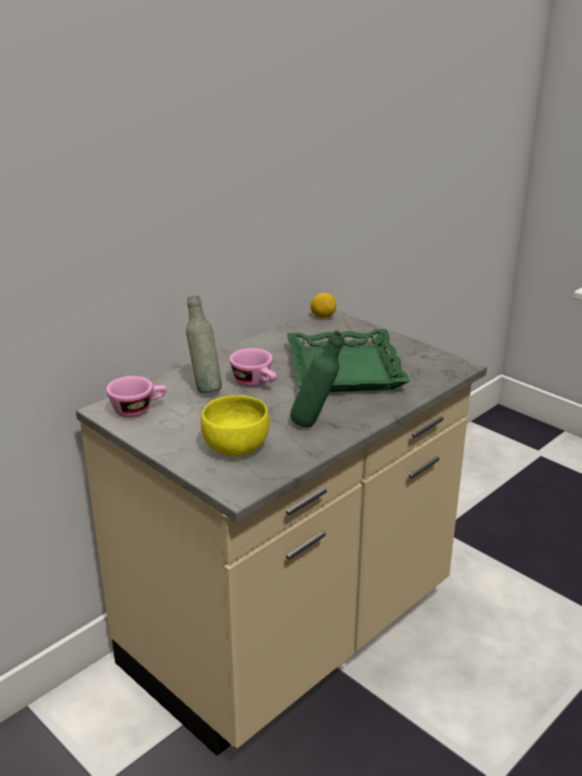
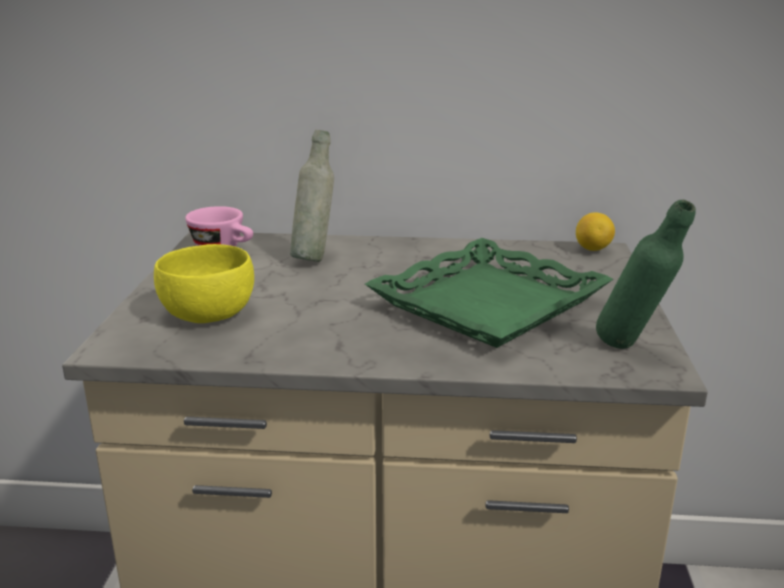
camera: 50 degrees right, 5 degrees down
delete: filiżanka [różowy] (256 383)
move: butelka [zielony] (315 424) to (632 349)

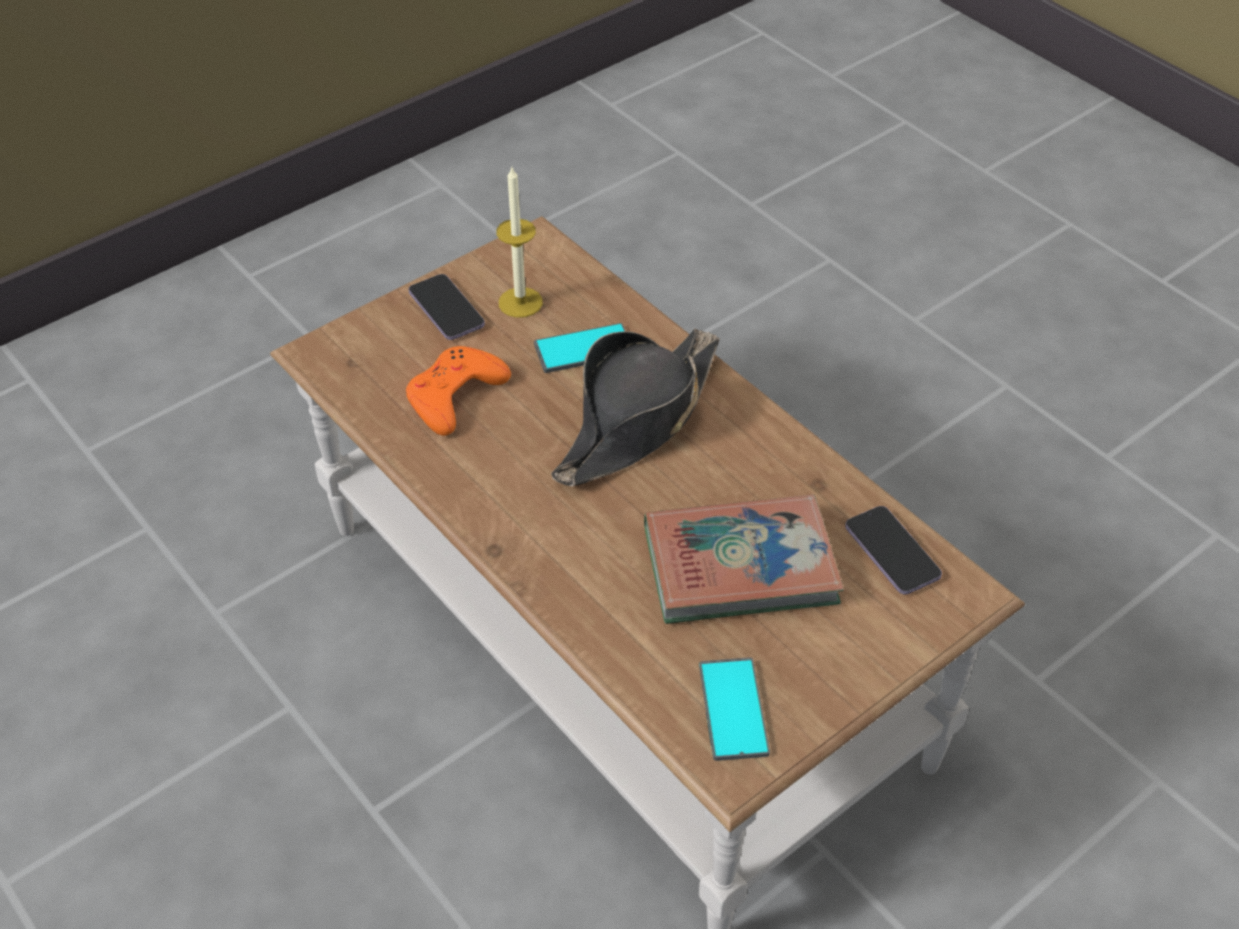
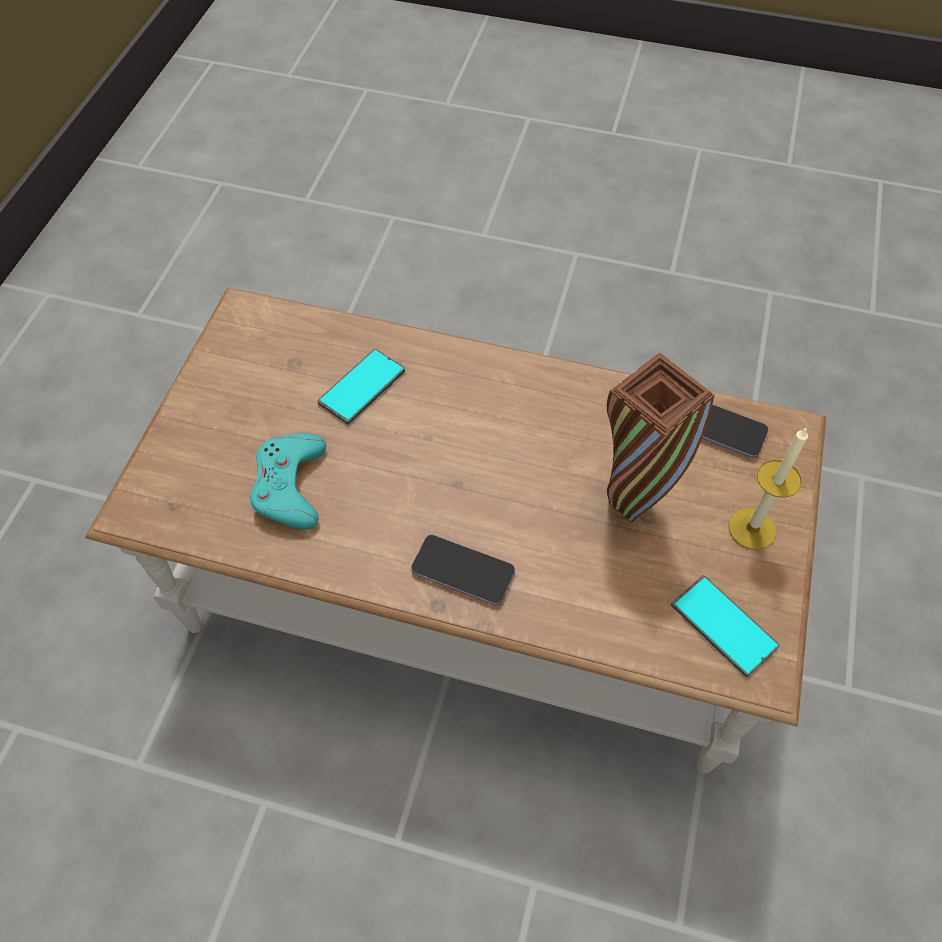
camera: 35 degrees left, 10 degrees up
delete: kapelusz [czarny] (637 419)
move: świeca (520 302) to (752 529); telefon (446 309) to (463 571)
replace: książka (740 566) to wazon [brązowy] (630 504)
recolor: pad do gier [pomarańczowy] (455 395) to pad do gier [turkusowy] (290 486)

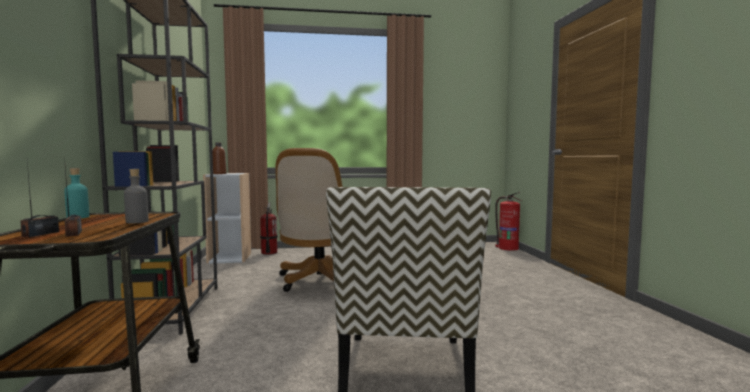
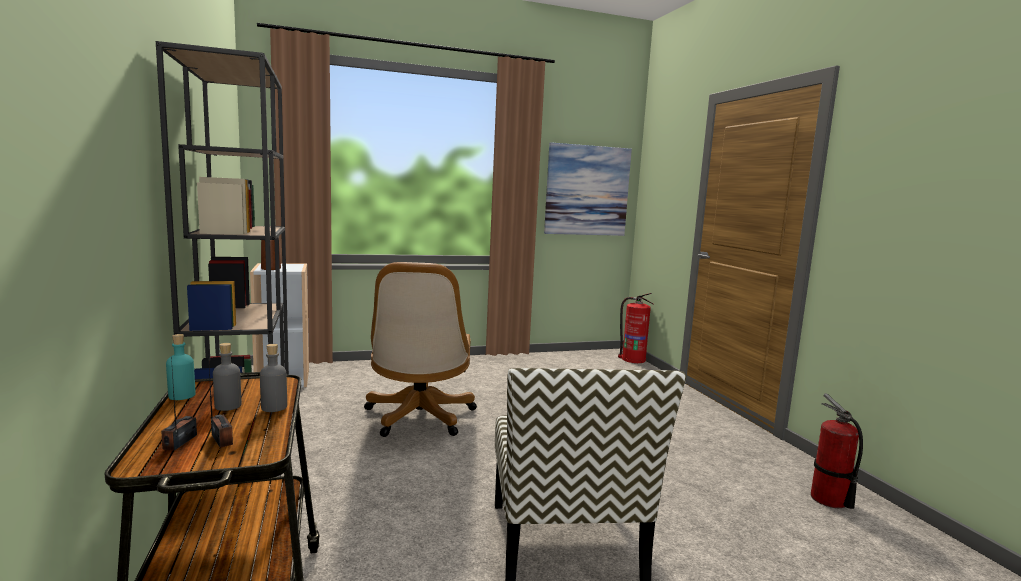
camera: 10 degrees left, 5 degrees up
insert: obraz (587 190); butelka [szary] (228 406)
move: gaśnica (269 253) to (828 500)

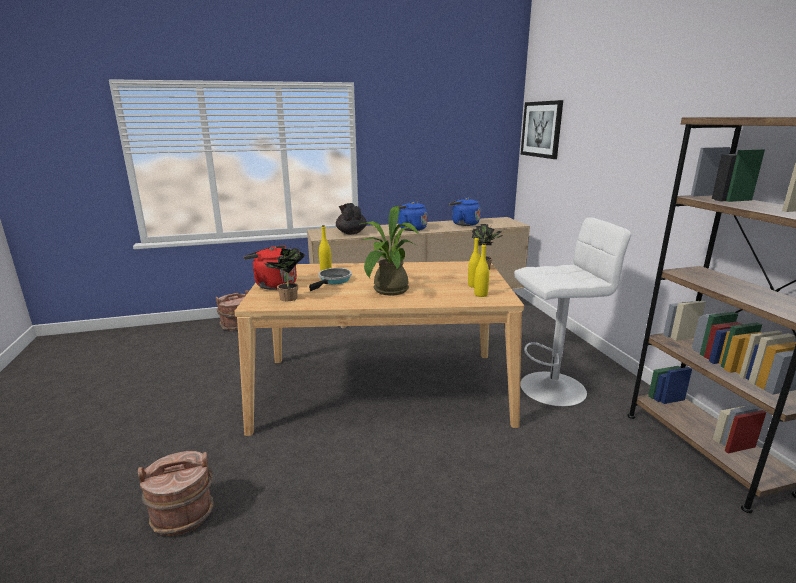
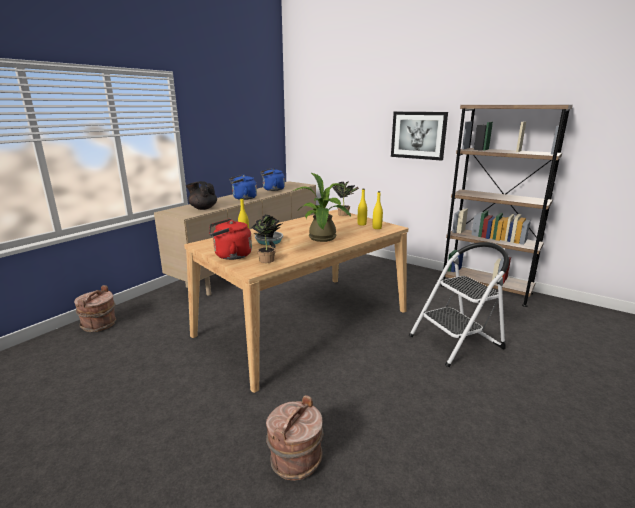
camera: 40 degrees left, 0 degrees up
delete: stołek [biały] (553 389)
insert: drabinka (458 342)
move: obraz (541 129) to (418 135)

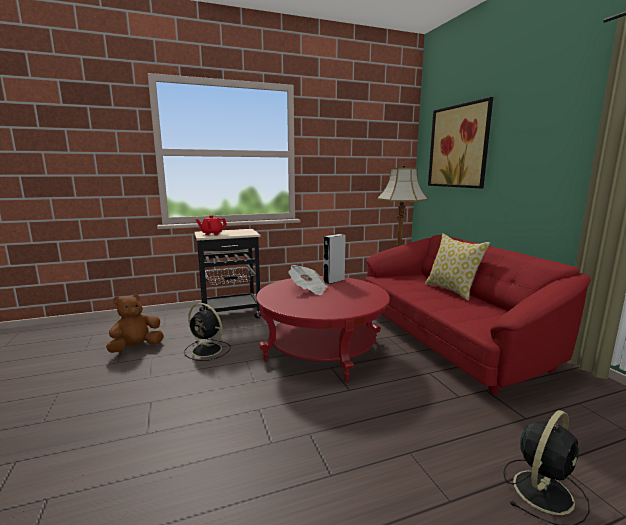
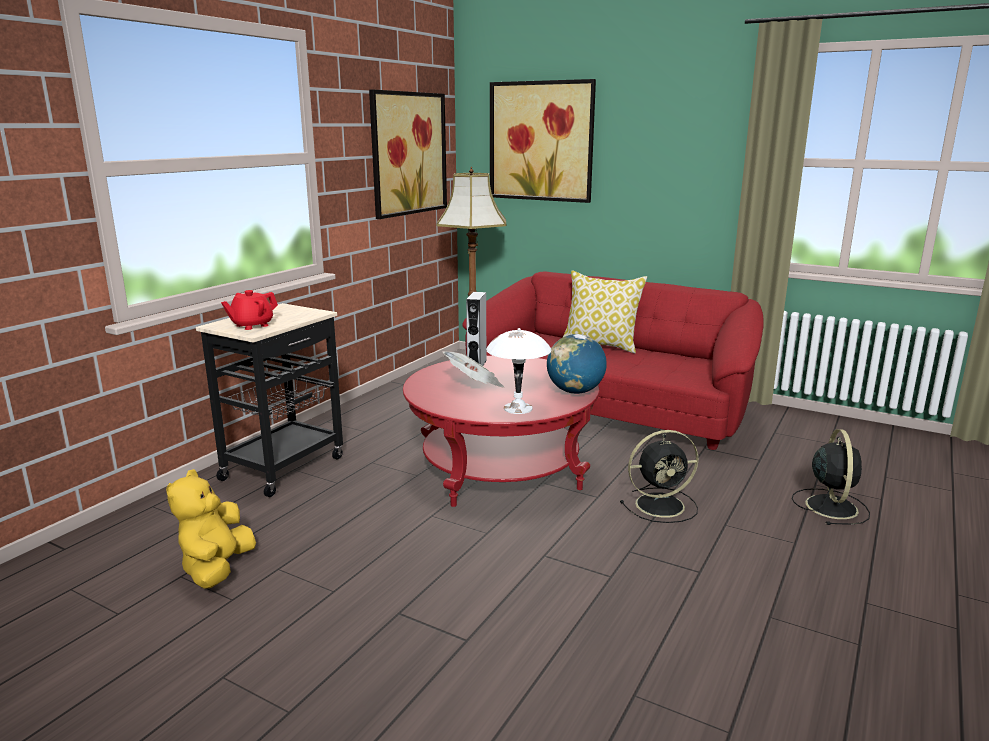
camera: 40 degrees left, 5 degrees up
insert: obraz (408 153); lampa stołowa [biały] (517 408); globus (575 392)
move: wentylator [czarny] (208 350) to (662 505)
recolor: pluszak [brązowy] (136 347) to pluszak [żółty] (217 569)

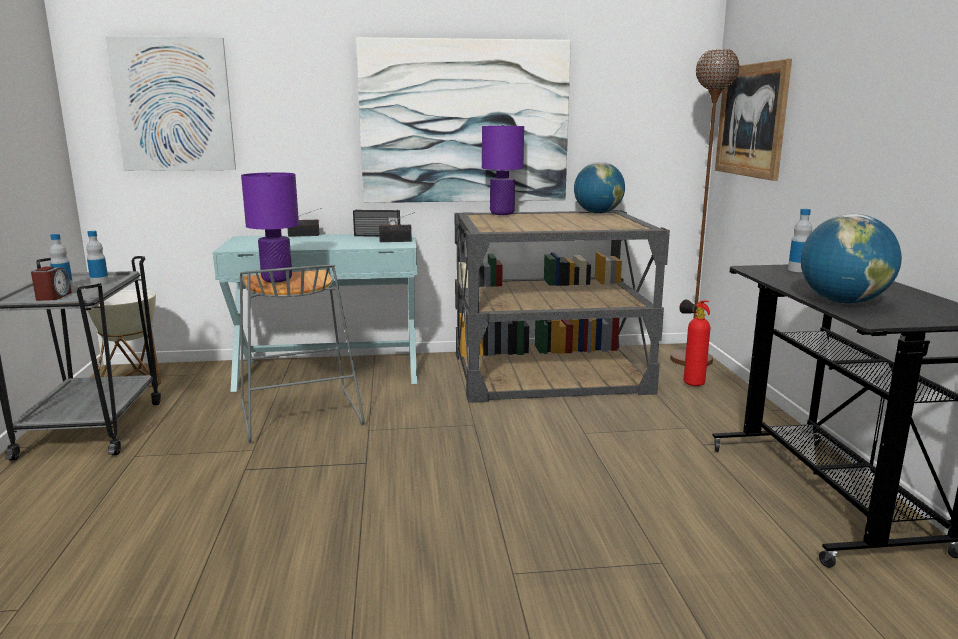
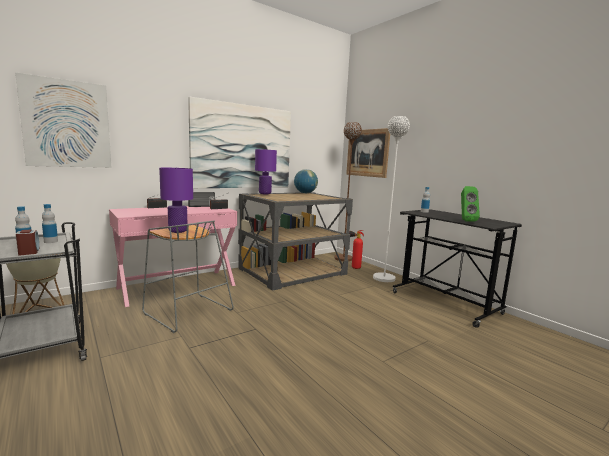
camera: 30 degrees left, 5 degrees down
insert: lampa stojąca [biały] (384 278)
replace: globus (843 302) to głośnik [zielony] (465 221)
recolor: biurko [turkusowy] (329 371) to biurko [różowy] (177 286)

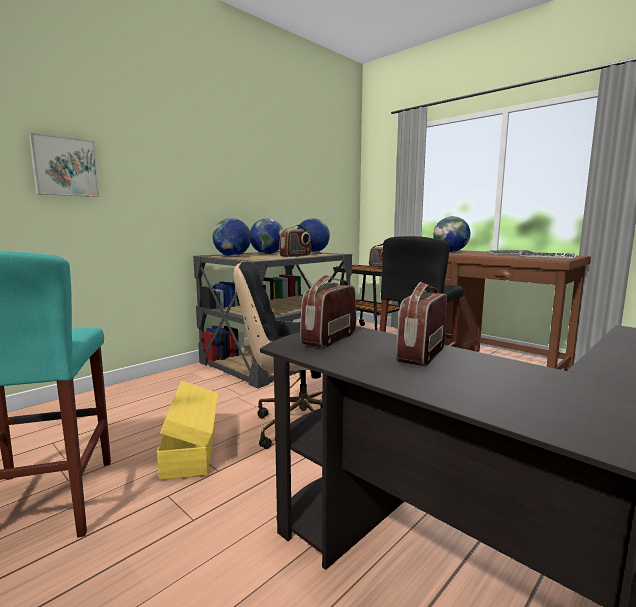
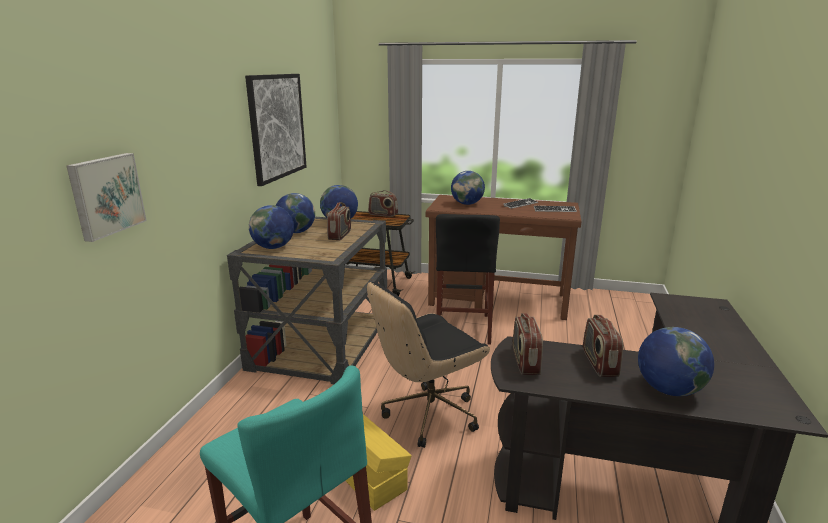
camera: 30 degrees left, 10 degrees up
insert: obraz (277 126); globus (668 389)

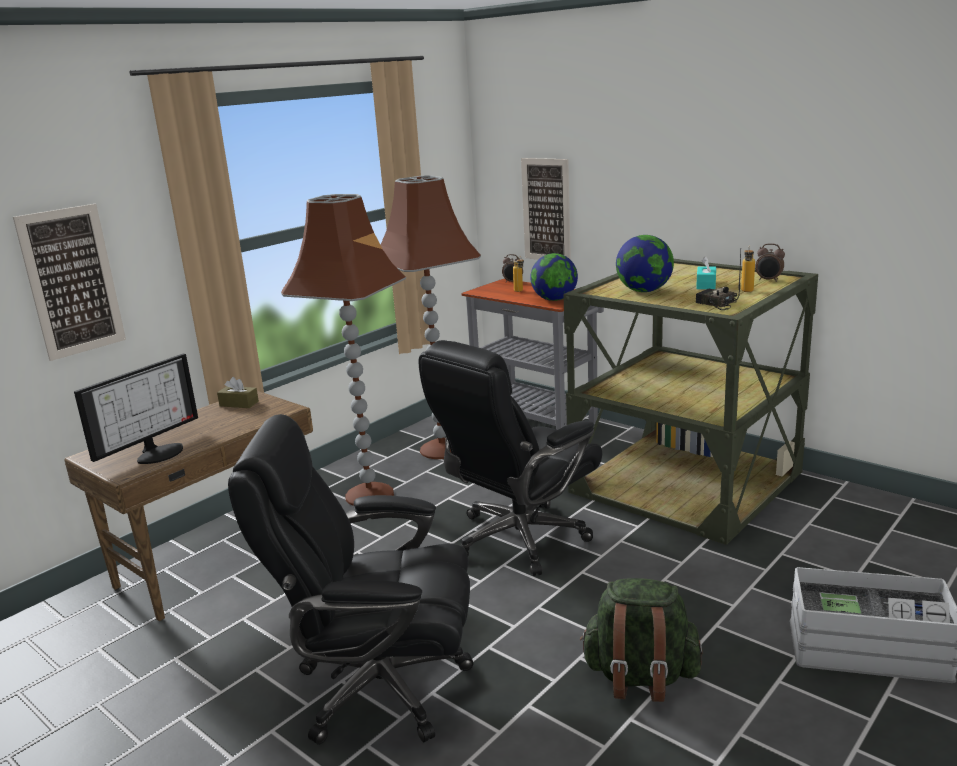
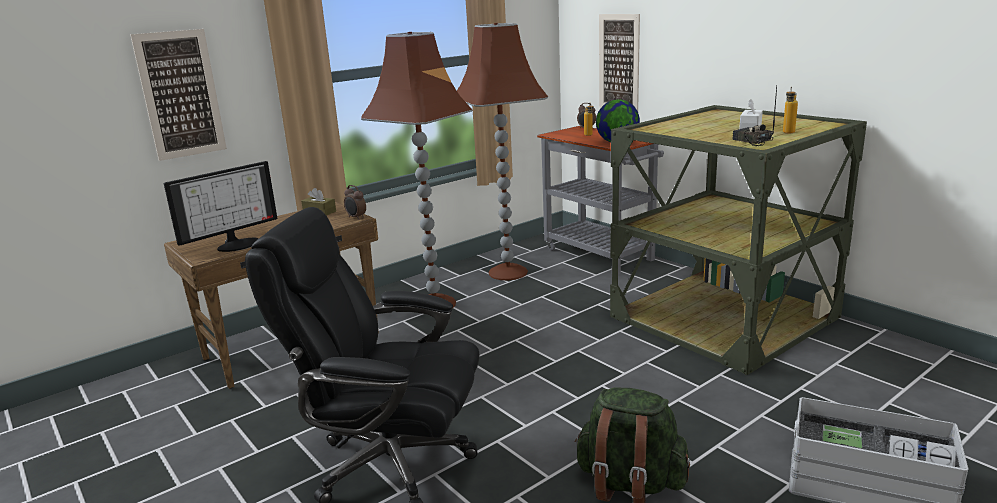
camera: 10 degrees right, 0 degrees up
delete: globus (644 291); krzesło biurowe [czarny] (519 538)
move: budzik (768 280) to (356 218)
recolor: pudełko chusteczek [turkusowy] (706 285) to pudełko chusteczek [biały] (750 127)

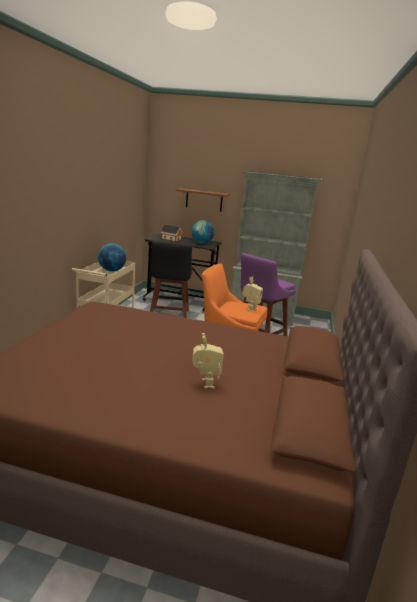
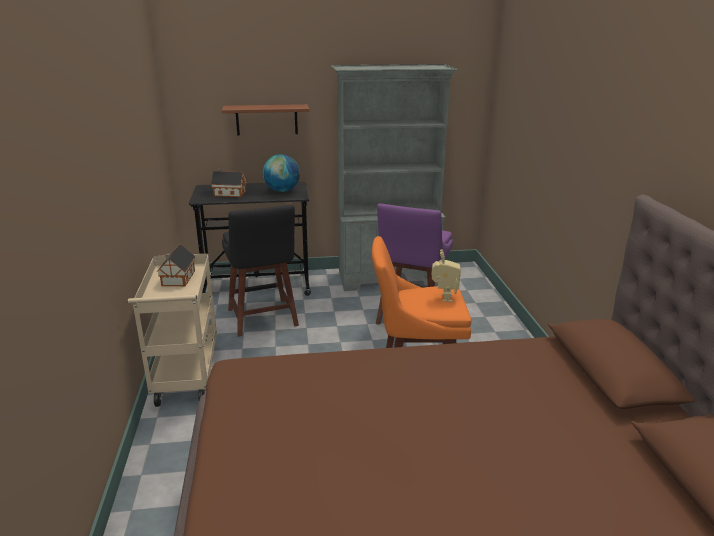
camera: 20 degrees left, 5 degrees up
delete: robot zabawkowy (204 383)
replace: globus (111 270) to domek (177 279)

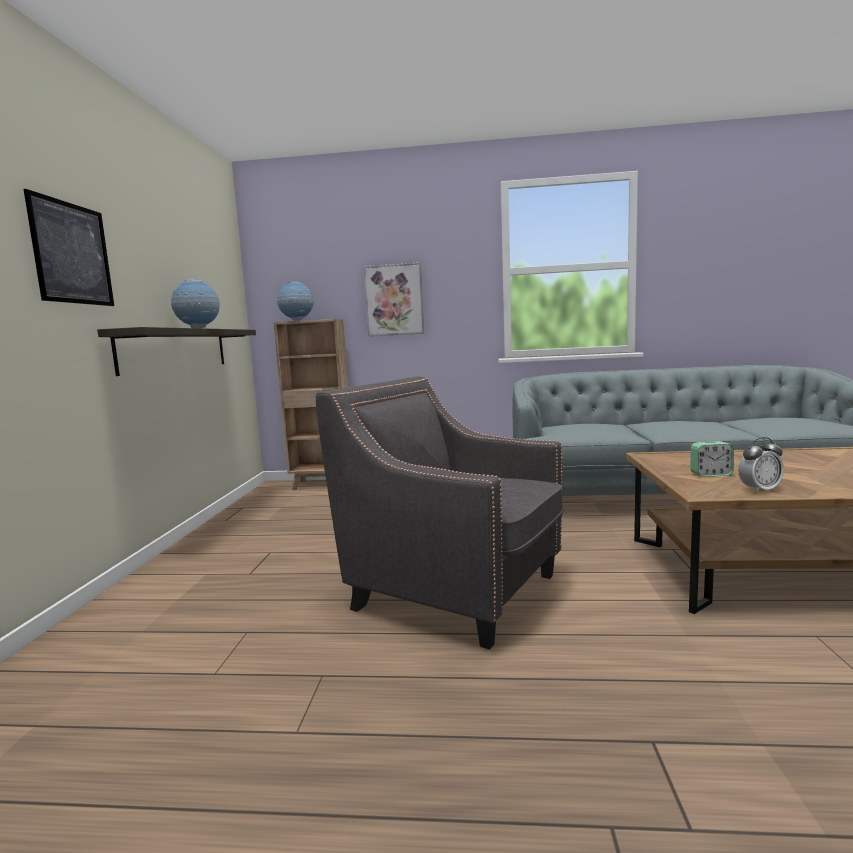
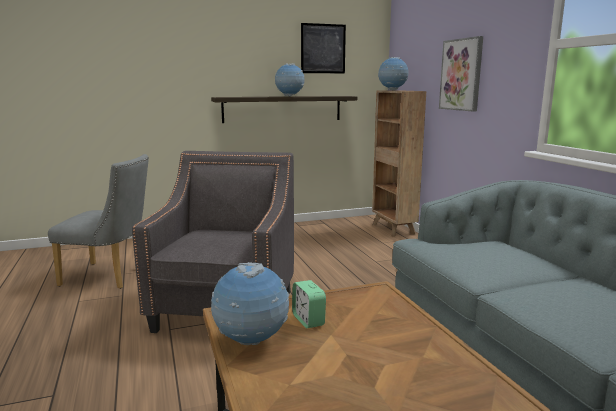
camera: 65 degrees right, 5 degrees up
insert: krzesło [szary] (111 276)
move: obraz (72 253) to (323 48)
replace: budzik (759 490) to globus (251 342)

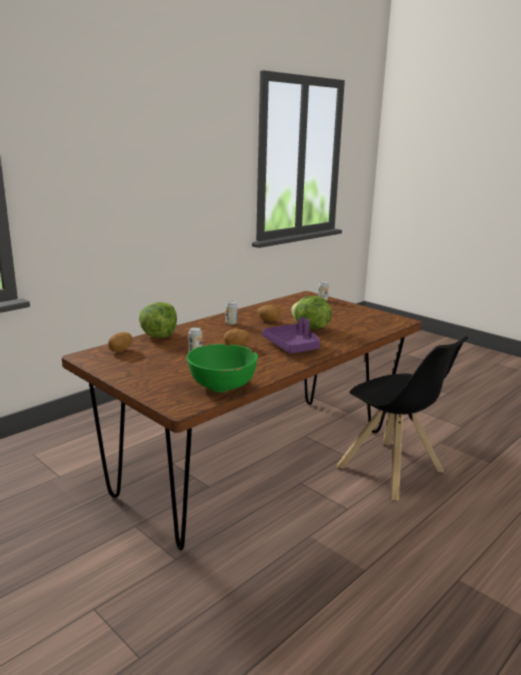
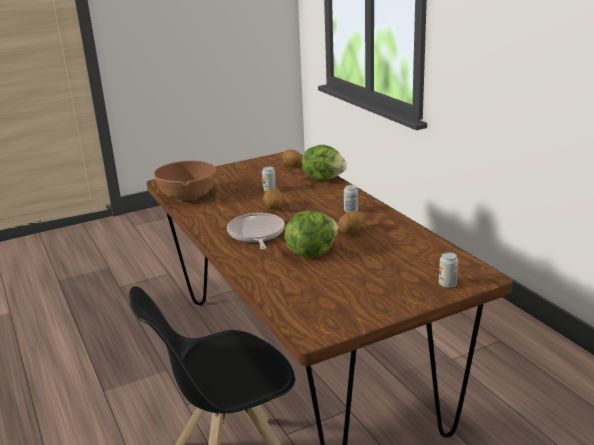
camera: 110 degrees right, 5 degrees up
replace: taca [fioletowy] (293 346) to patelnia (256 234)
recolor: miska [zielony] (222 385) to miska [brązowy] (188 196)

